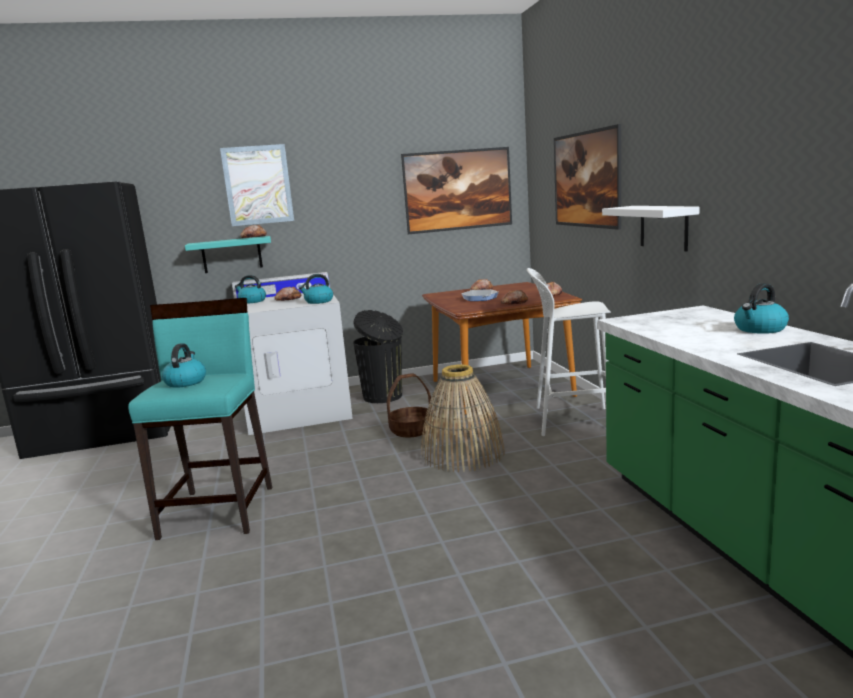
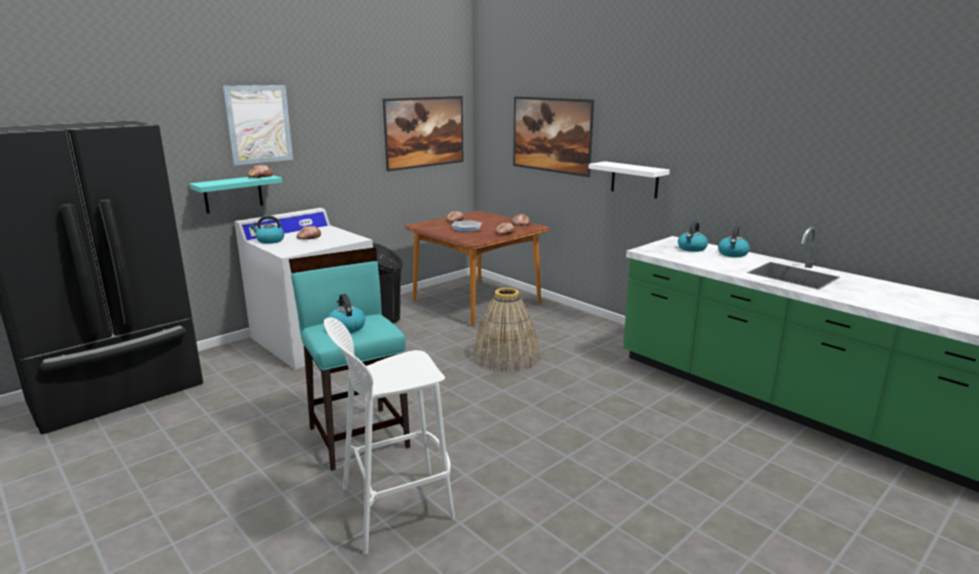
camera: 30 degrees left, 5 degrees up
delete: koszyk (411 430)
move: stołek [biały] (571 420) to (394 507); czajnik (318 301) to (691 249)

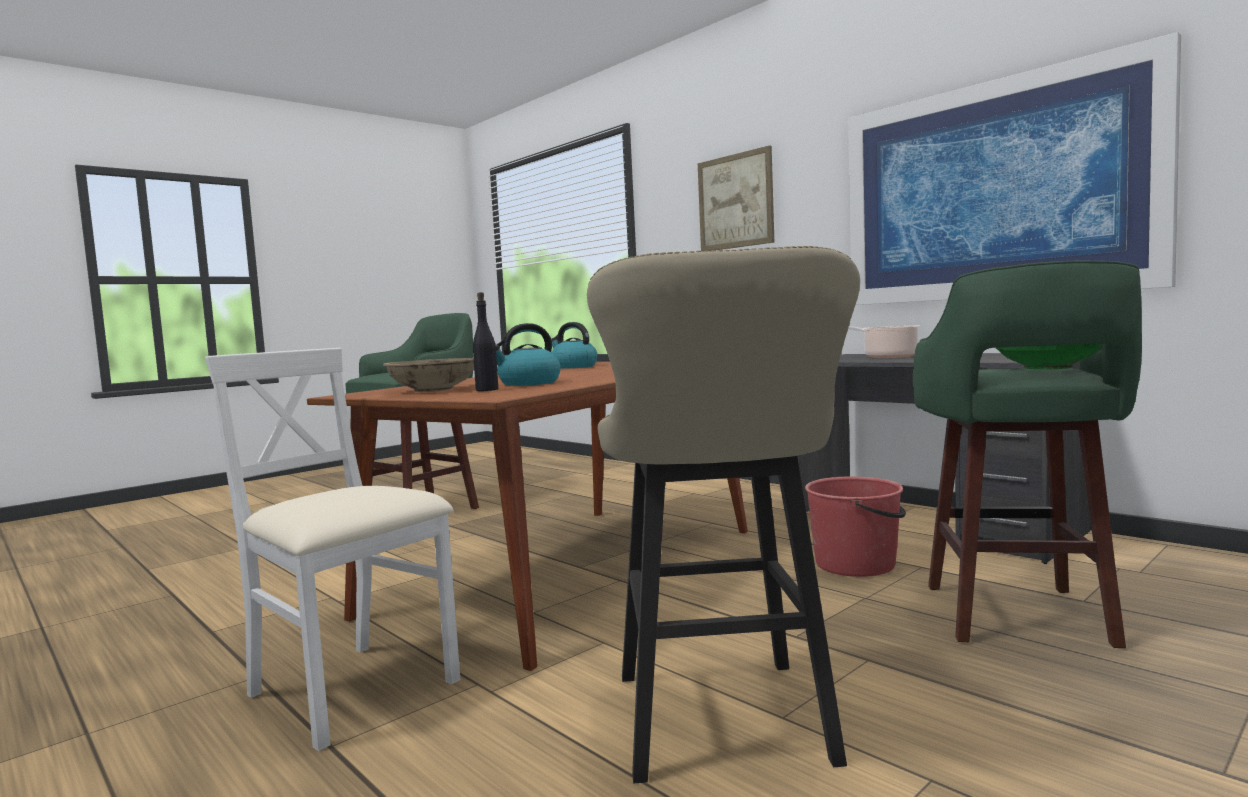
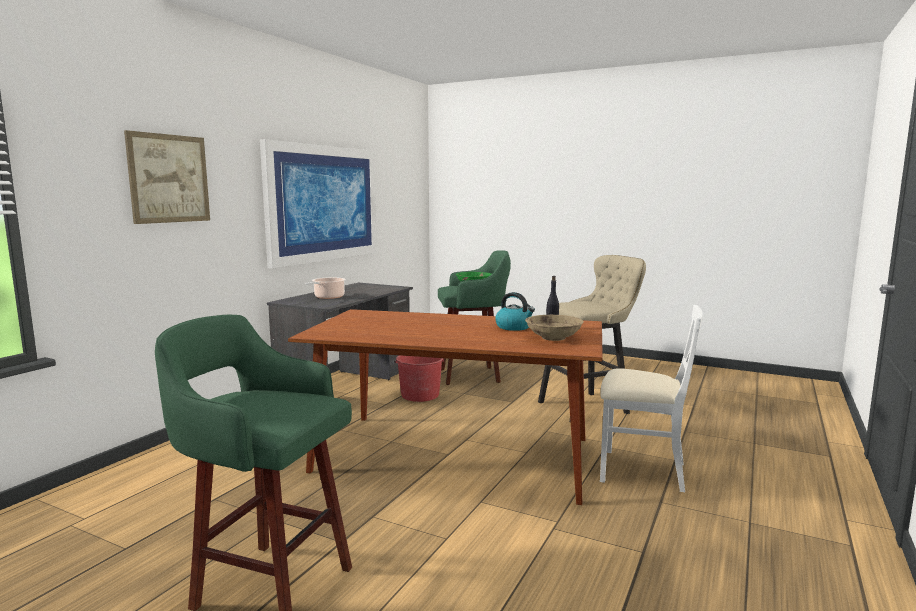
camera: 110 degrees left, 5 degrees up
delete: czajnik (573 367)
rotate: krzesło [biały] (352 690) = (641 471) 90 degrees counterclockwise

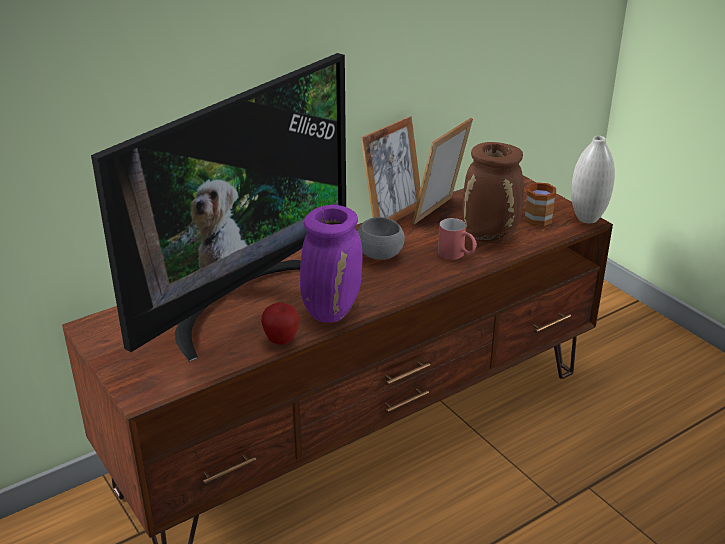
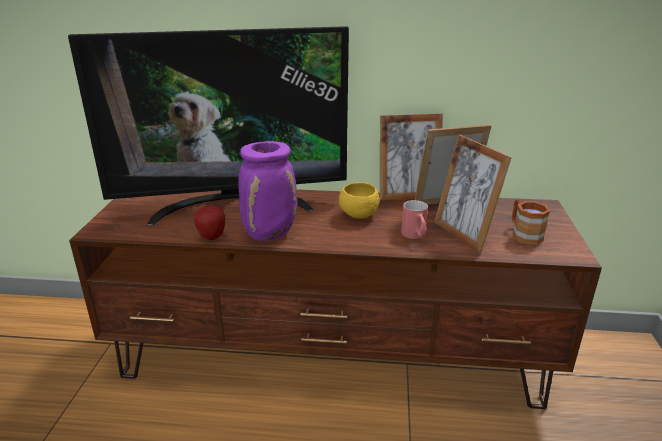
camera: 40 degrees right, 5 degrees down
delete: wazon [biały] (587 219)
replace: wazon [brązowy] (491 237) to ramka na zdjęcie (463 235)
recolor: miska [szary] (380 255) to miska [żółty] (358 215)

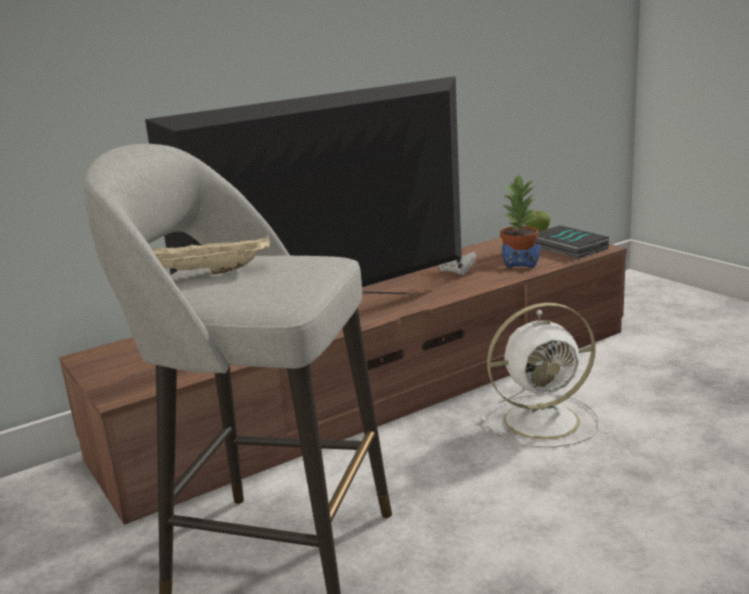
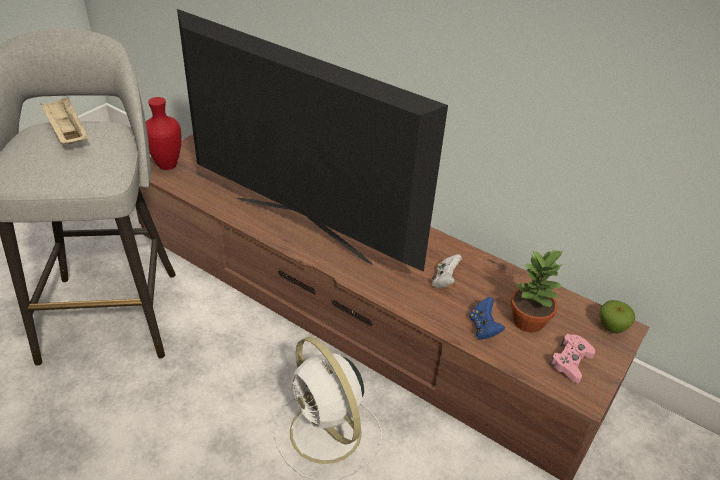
camera: 65 degrees right, 20 degrees up
insert: wazon [czerwony] (166 166)
replace: książka (567 247) to pad do gier [różowy] (570 362)

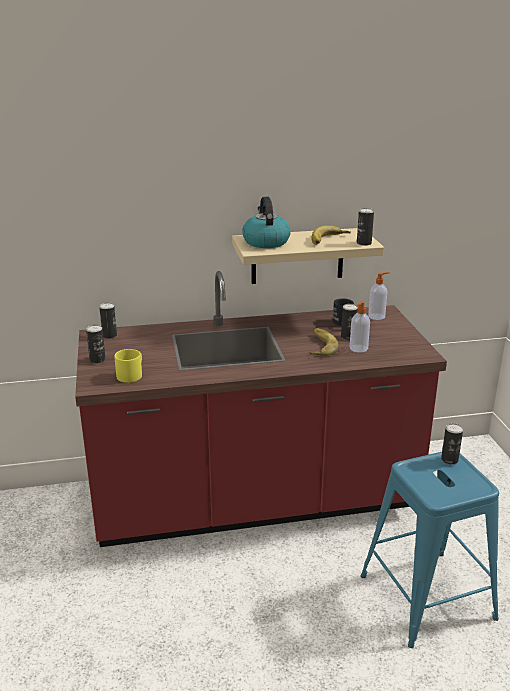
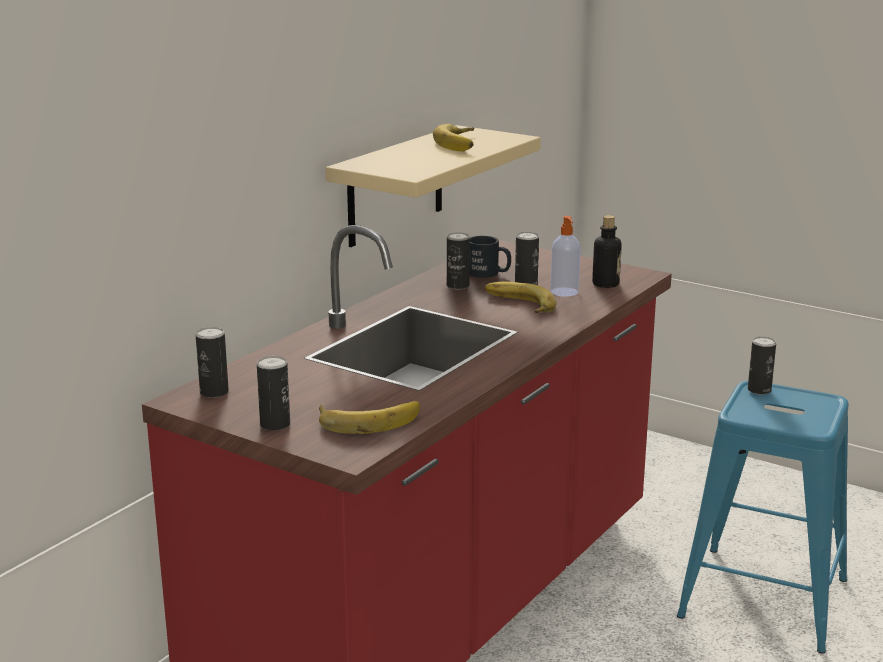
camera: 45 degrees left, 5 degrees down
delete: czajnik (265 242); dozownik mydła (377 316)
insert: butelka (605 284)
move: puszka (364 243) to (457 286)
replace: kubek [żółty] (131 374) to banan (368 419)

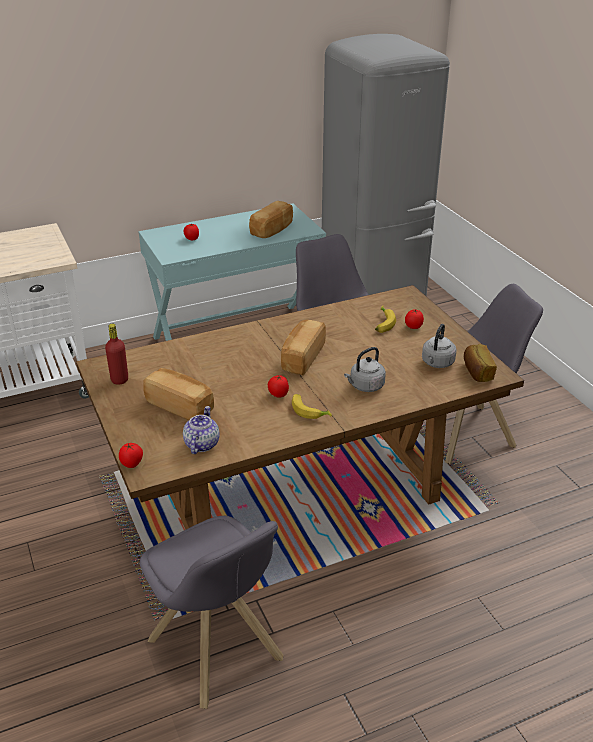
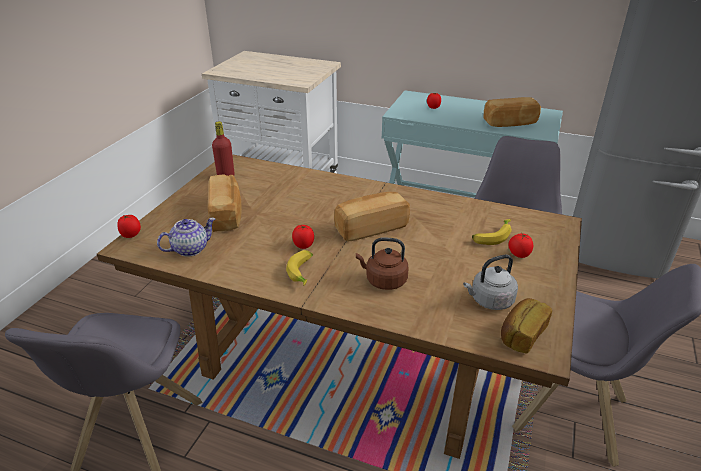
camera: 45 degrees right, 0 degrees up
recolor: czajnik [szary] (365 386) to czajnik [brązowy] (384 281)

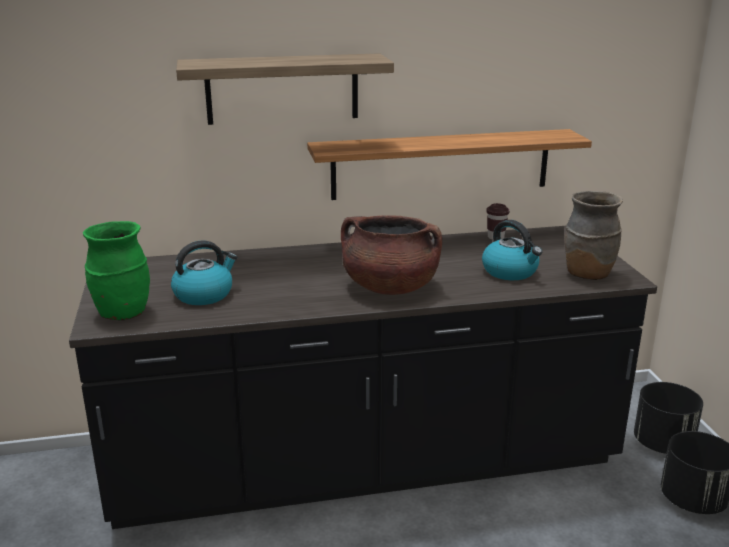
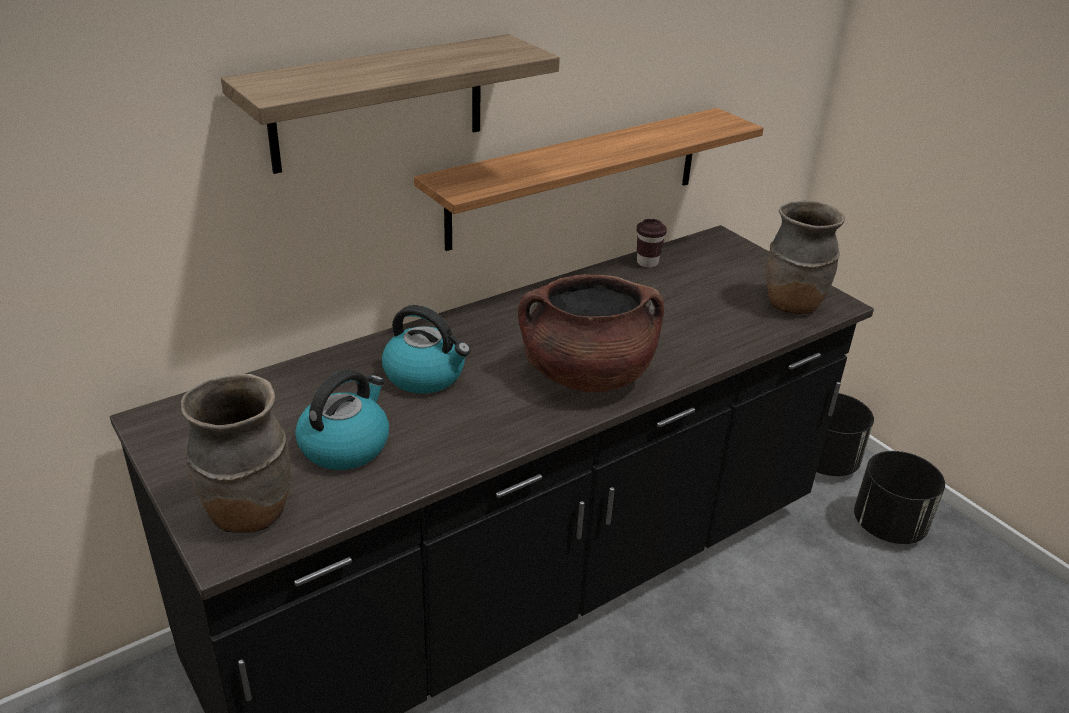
camera: 25 degrees left, 10 degrees up
move: czajnik (510 272) to (426 375)
recolor: wazon [zielony] (122 313) to wazon [brązowy] (247 513)

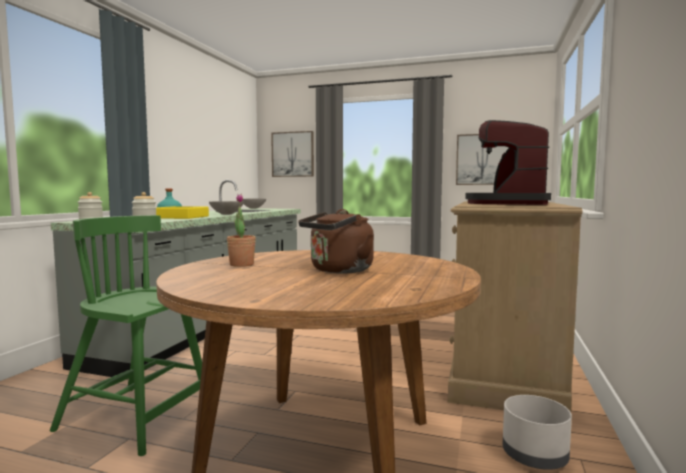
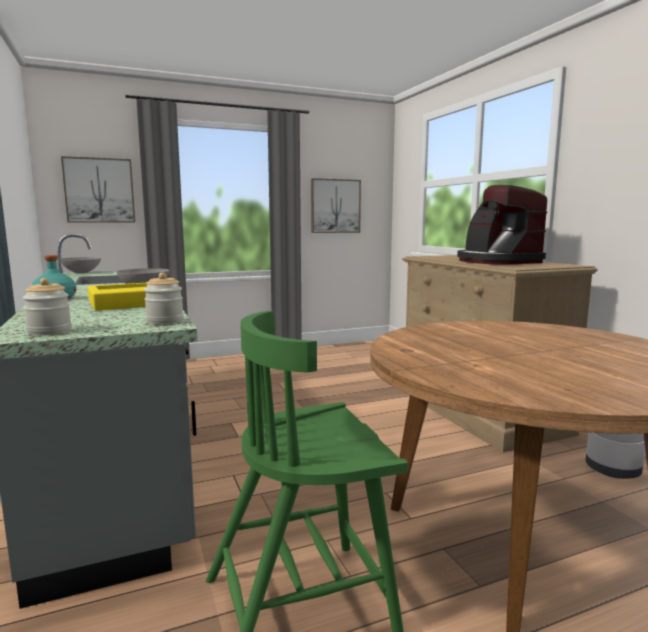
camera: 40 degrees left, 5 degrees up
delete: roślina doniczkowa (241 264); czajnik [brązowy] (338 271)

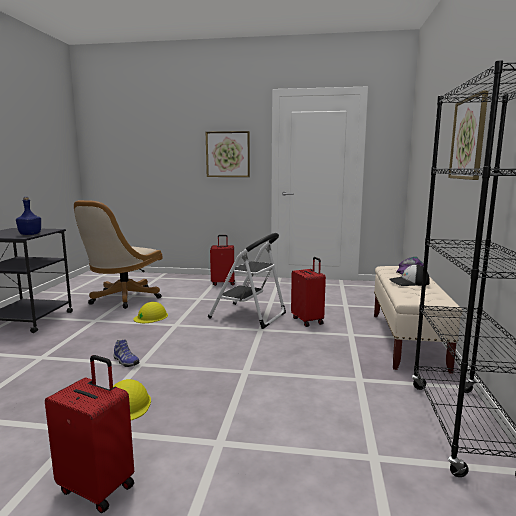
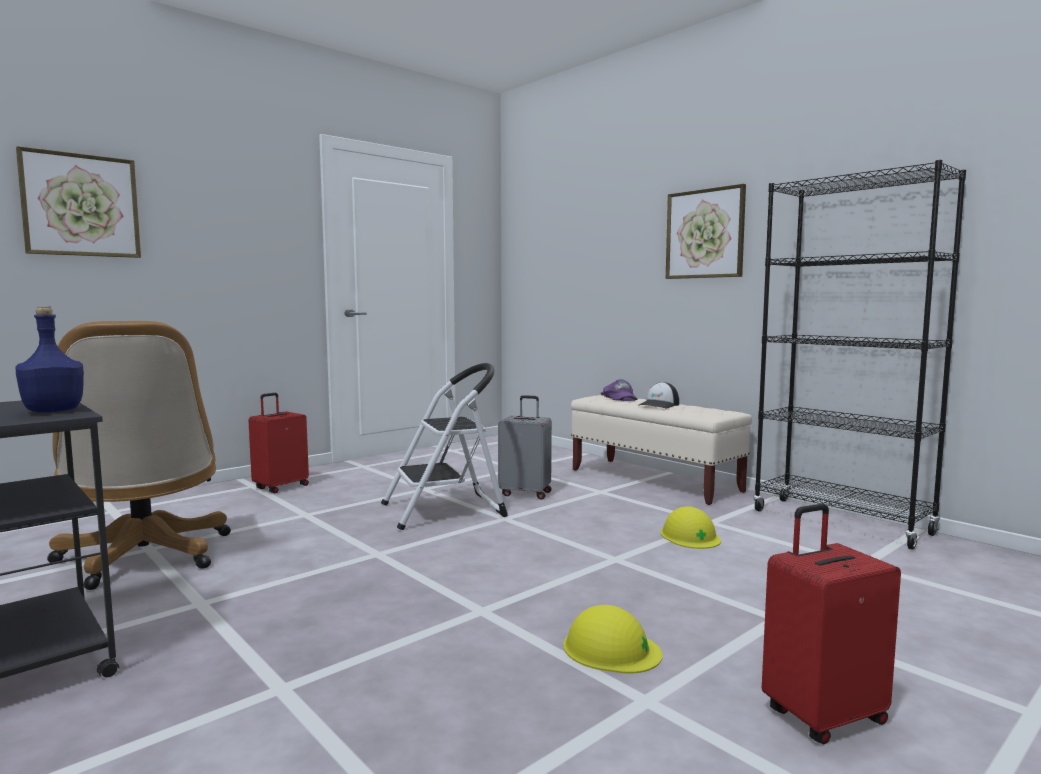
camera: 50 degrees left, 5 degrees down
delete: but (125 361)
move: obraz (228 154) to (81 205); kask [żółty] (151 317) to (690 536)
recolor: walizka [czerwony] (308 320) to walizka [szary] (526 493)

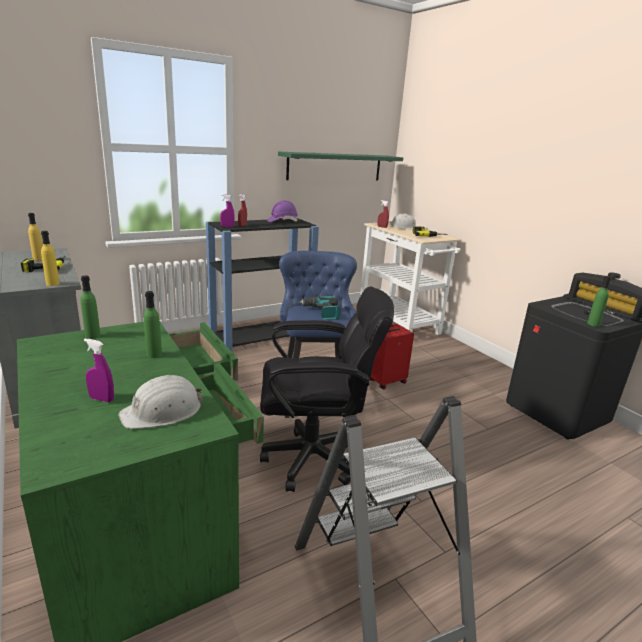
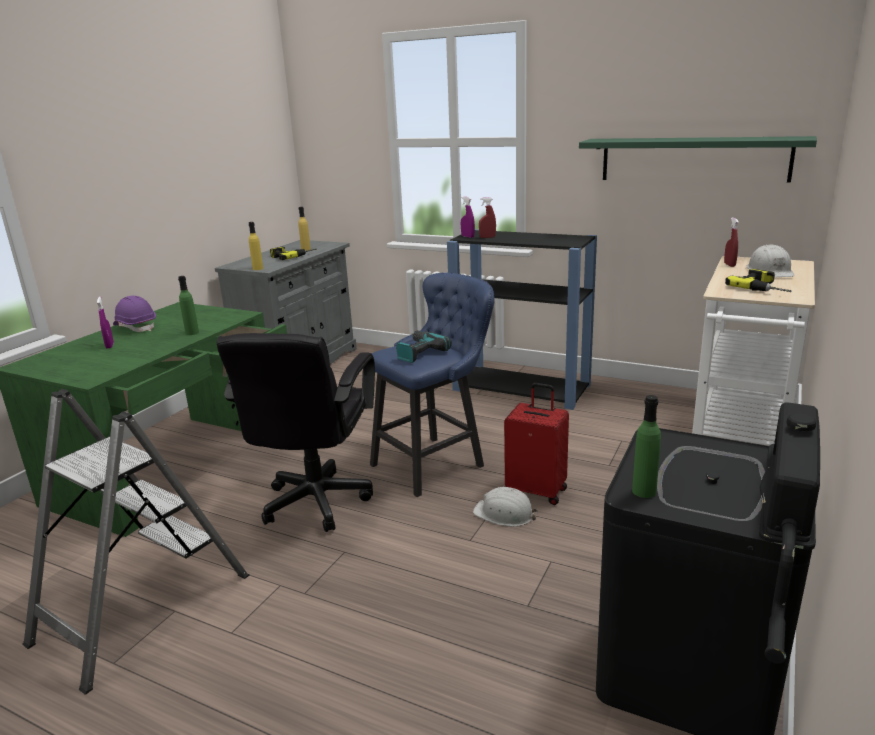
camera: 60 degrees right, 0 degrees up
delete: butelka [zielony] (92 336)
move: kask [fioletowy] (282 221) to (136 327); kask [biały] (163 411) to (504 514)
rotate: krzesło biurowe [czarny] (315 459) = (315 507) 45 degrees clockwise

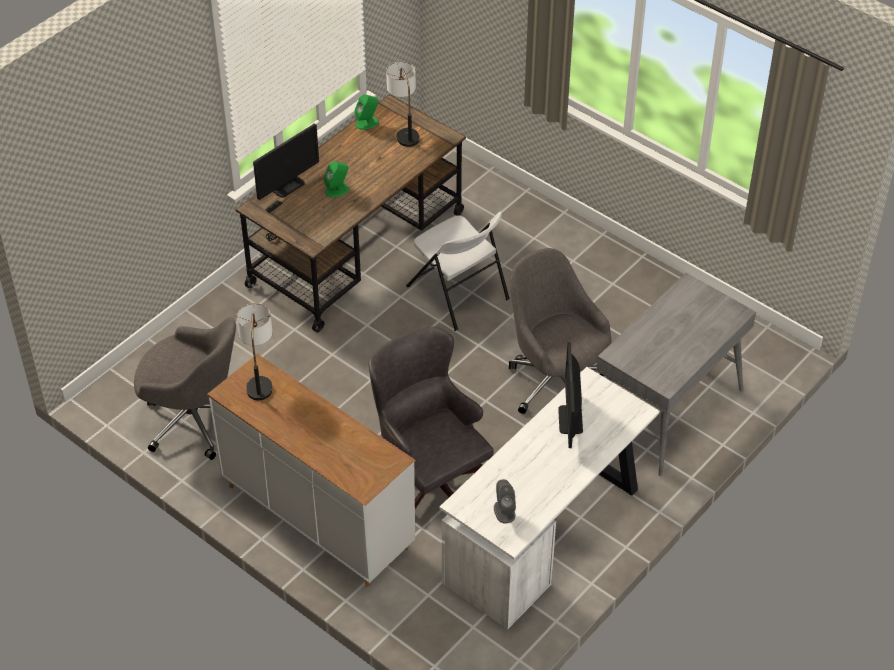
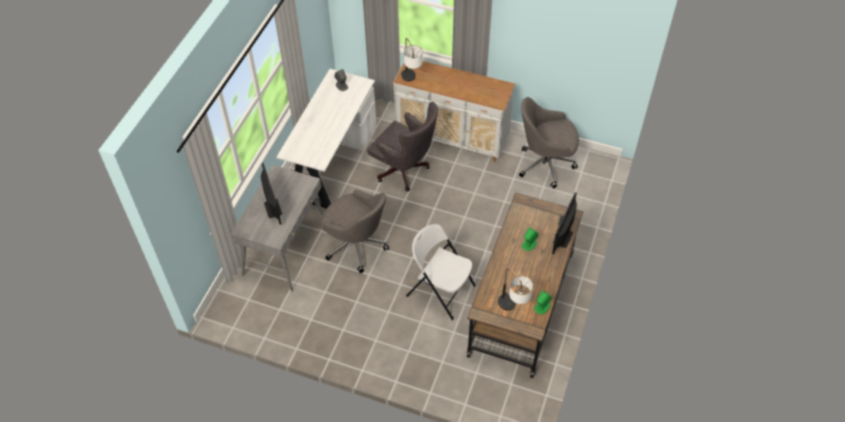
camera: 160 degrees right, 5 degrees up
move: lampa stołowa (259 378) to (411 80); monitor (570 420) to (272 208)

